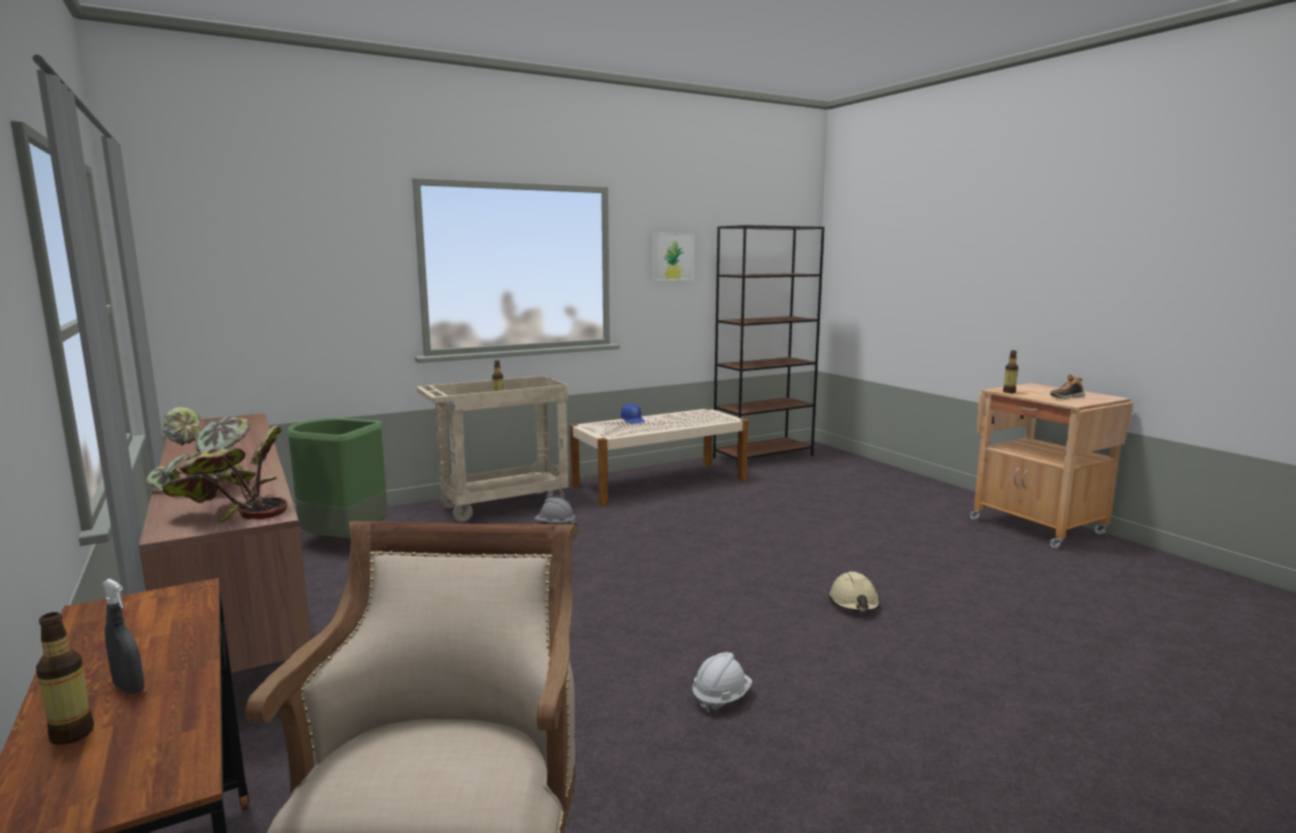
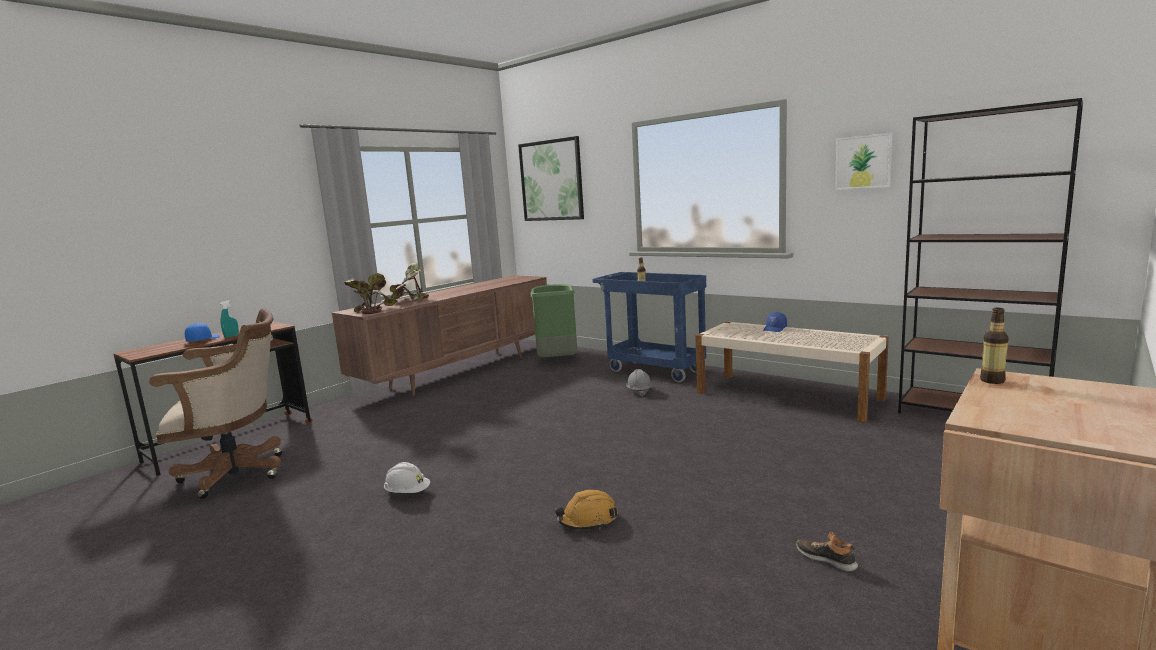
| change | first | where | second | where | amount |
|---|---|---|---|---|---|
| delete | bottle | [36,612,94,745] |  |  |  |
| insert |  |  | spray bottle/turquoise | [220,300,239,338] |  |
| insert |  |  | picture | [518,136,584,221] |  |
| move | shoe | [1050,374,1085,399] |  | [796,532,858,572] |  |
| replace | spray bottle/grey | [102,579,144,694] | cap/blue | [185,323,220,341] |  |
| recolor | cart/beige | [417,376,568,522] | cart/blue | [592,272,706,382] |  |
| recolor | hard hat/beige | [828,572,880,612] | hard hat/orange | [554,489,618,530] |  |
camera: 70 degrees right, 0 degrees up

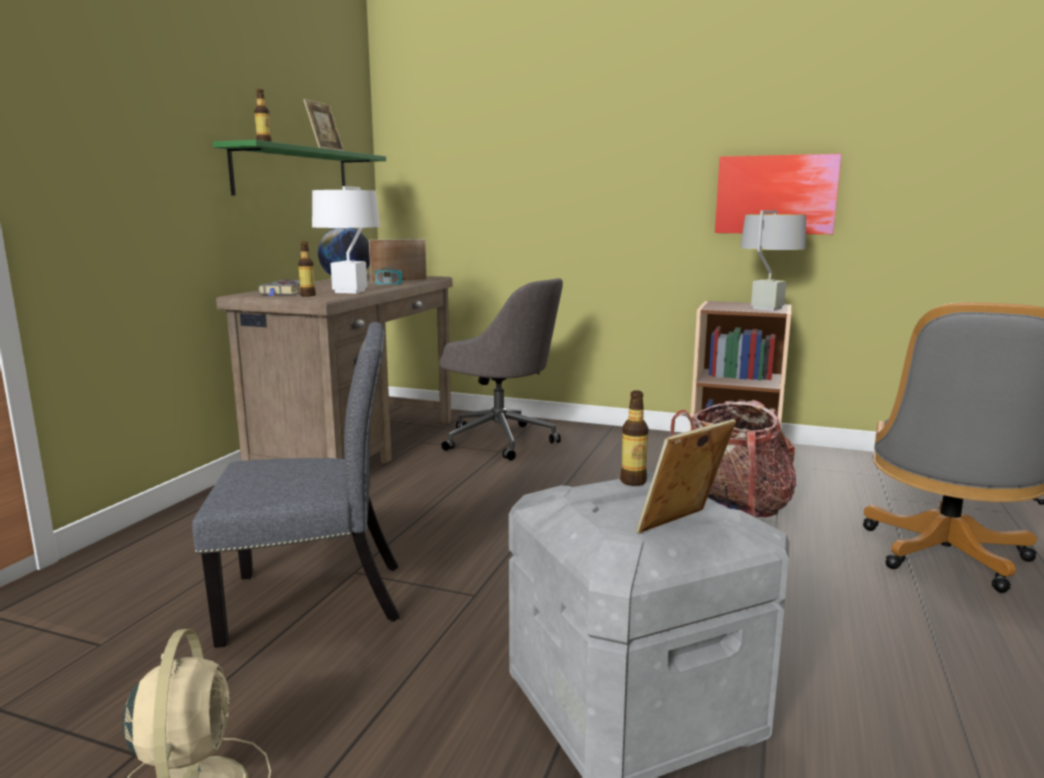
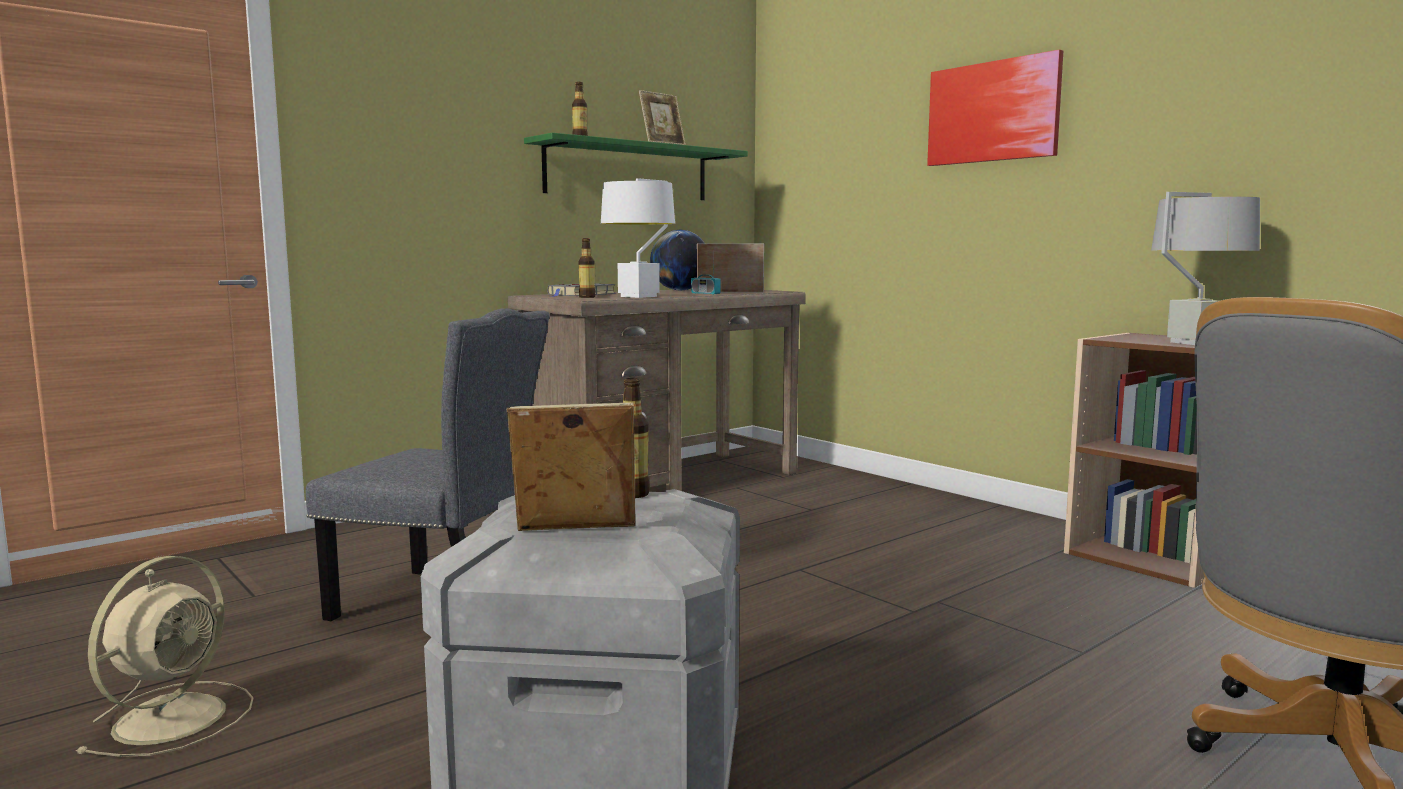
| change | first | where | second | where | amount |
|---|---|---|---|---|---|
| delete | office chair/grey | [439,278,563,461] |  |  |  |
| delete | backpack | [671,400,796,517] |  |  |  |
| move | picture | [715,154,841,234] |  | [927,49,1064,166] |  |
camera: 30 degrees right, 5 degrees down

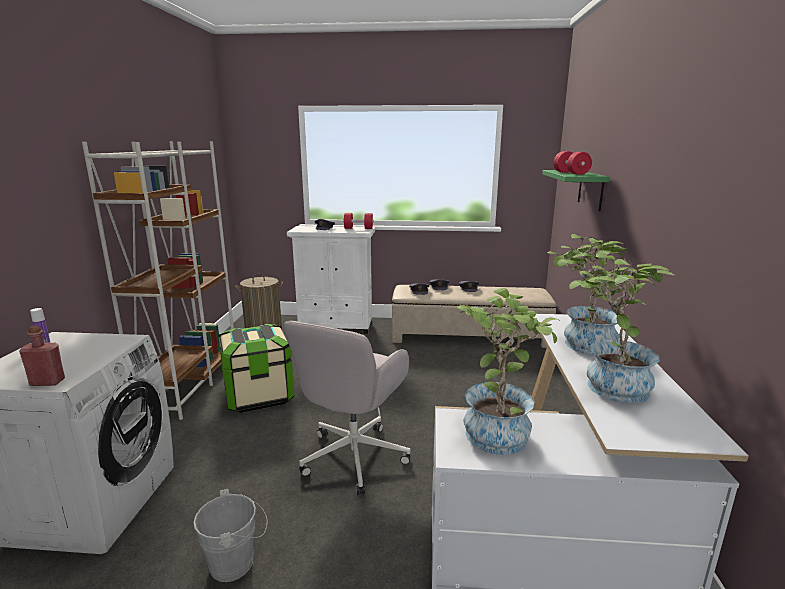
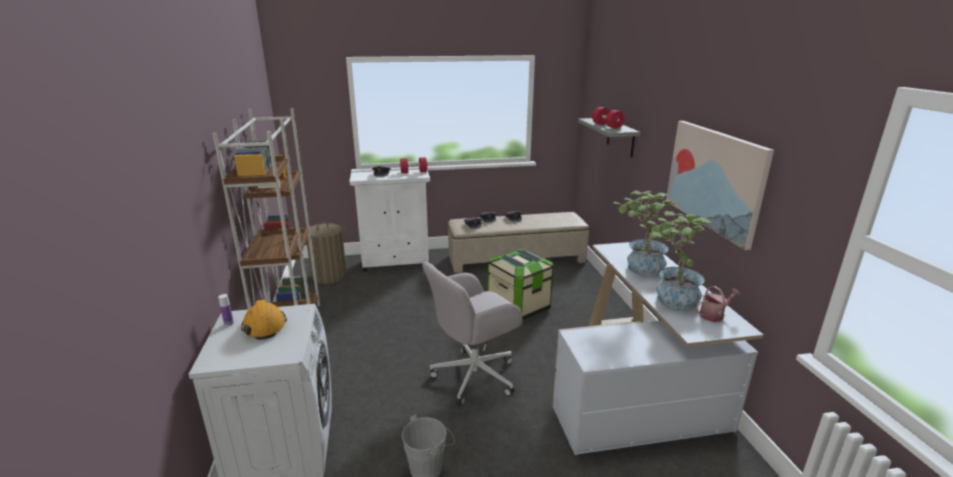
| change | first | where | second | where | amount |
|---|---|---|---|---|---|
| delete | bottle/red | [19,326,65,386] |  |  |  |
| delete | potted plant | [457,288,560,455] |  |  |  |
| insert |  |  | hard hat/orange | [241,298,287,340] |  |
| insert |  |  | picture | [666,121,774,250] |  |
| insert |  |  | watering can | [696,286,741,322] |  |
| move | storage box | [218,324,294,413] |  | [488,249,554,320] |  |
| recolor | shelf/green | [542,170,610,212] | shelf/grey | [578,118,640,157] |  |
| rotate | office chair/grey | [284,321,411,495] |  | [422,262,523,405] | 45 degrees clockwise |
camera: 15 degrees left, 5 degrees up

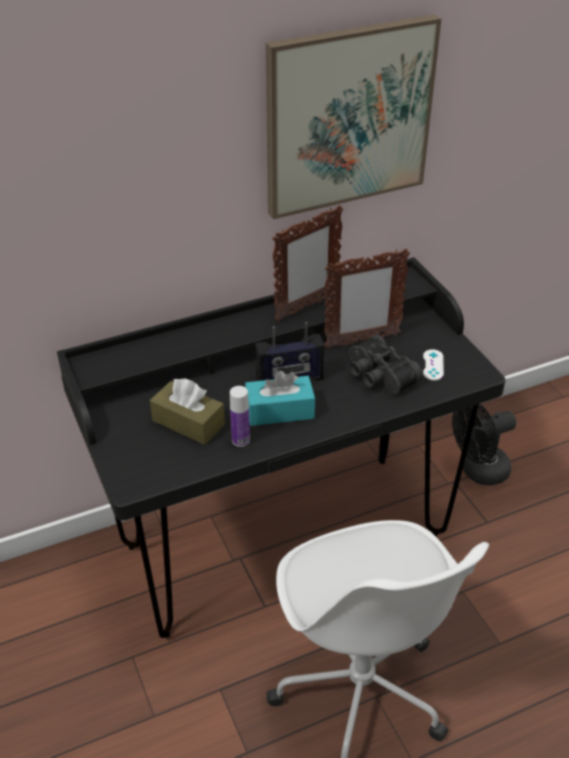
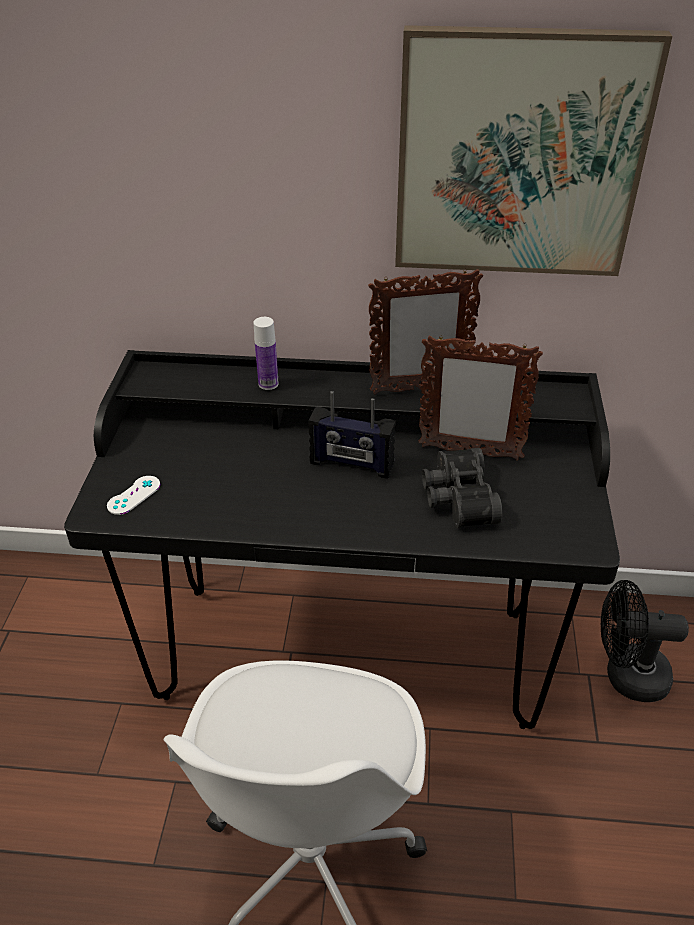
| change | first | where | second | where | amount |
|---|---|---|---|---|---|
| delete | tissue box/brown | [150,378,225,445] |  |  |  |
| delete | tissue box/turquoise | [245,370,315,426] |  |  |  |
| move | bottle | [230,386,250,447] |  | [253,317,279,390] |  |
| move | game controller/white | [423,349,444,380] |  | [107,476,160,515] |  |
camera: 30 degrees right, 0 degrees up

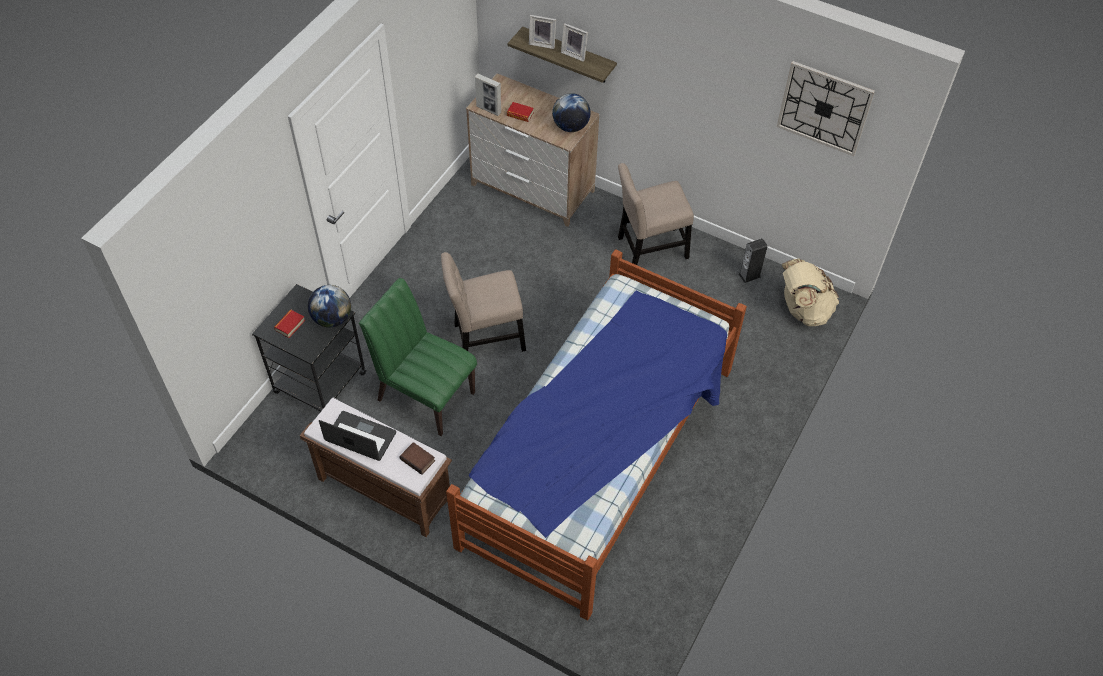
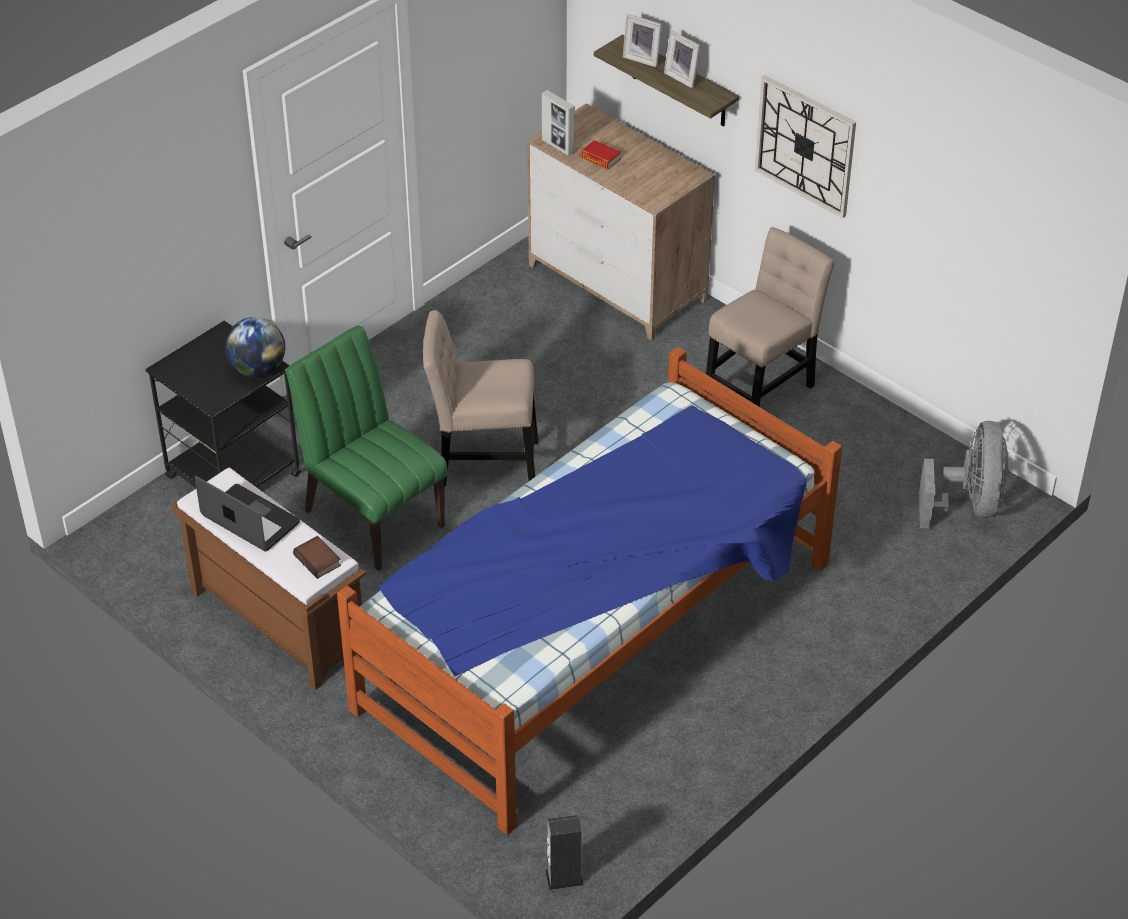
| change | first | where | second | where | amount |
|---|---|---|---|---|---|
| delete | book | [274,310,305,338] |  |  |  |
| delete | globe | [552,93,590,132] |  |  |  |
| move | speaker | [739,238,768,283] |  | [545,815,584,890] |  |
| move | wall clock | [777,61,875,156] |  | [755,75,856,218] |  |
| replace | backpack/beige | [782,258,839,326] | fan/grey | [919,421,1009,529] |  |
| rotate | chair/beige | [618,163,694,265] |  | [704,227,835,423] | 135 degrees clockwise |
camera: 15 degrees right, 10 degrees down

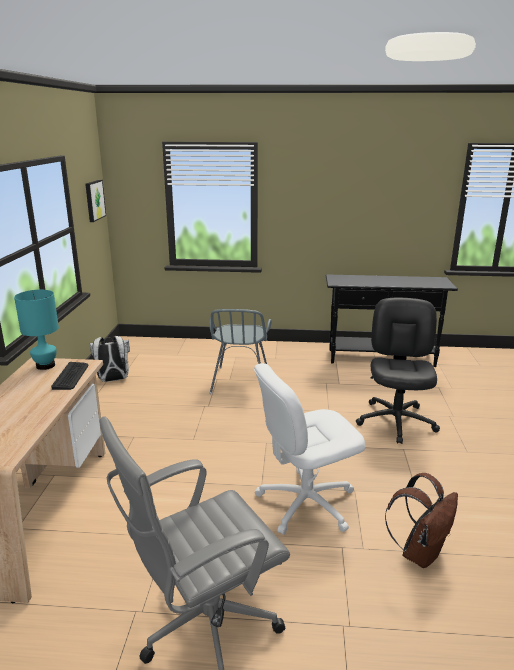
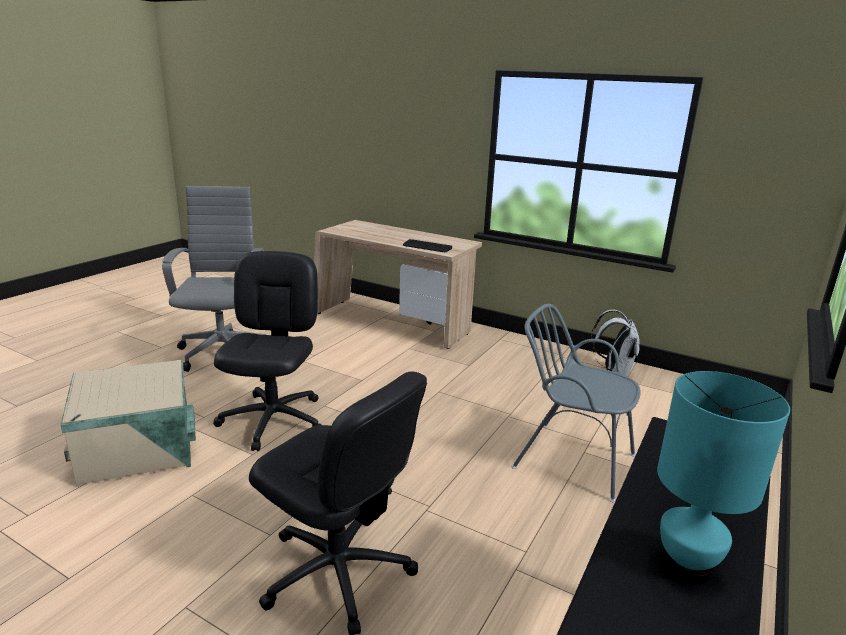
| change | first | where | second | where | amount |
|---|---|---|---|---|---|
| delete | picture | [85,180,106,222] |  |  |  |
| move | table lamp/turquoise | [14,290,59,370] |  | [657,371,790,584] |  |
| replace | backpack/brown | [385,473,458,568] | storage box/beige | [60,360,196,487] |  |
| recolor | office chair/white | [254,363,366,535] | office chair/black | [213,251,322,451] |  |
camera: 115 degrees right, 0 degrees up

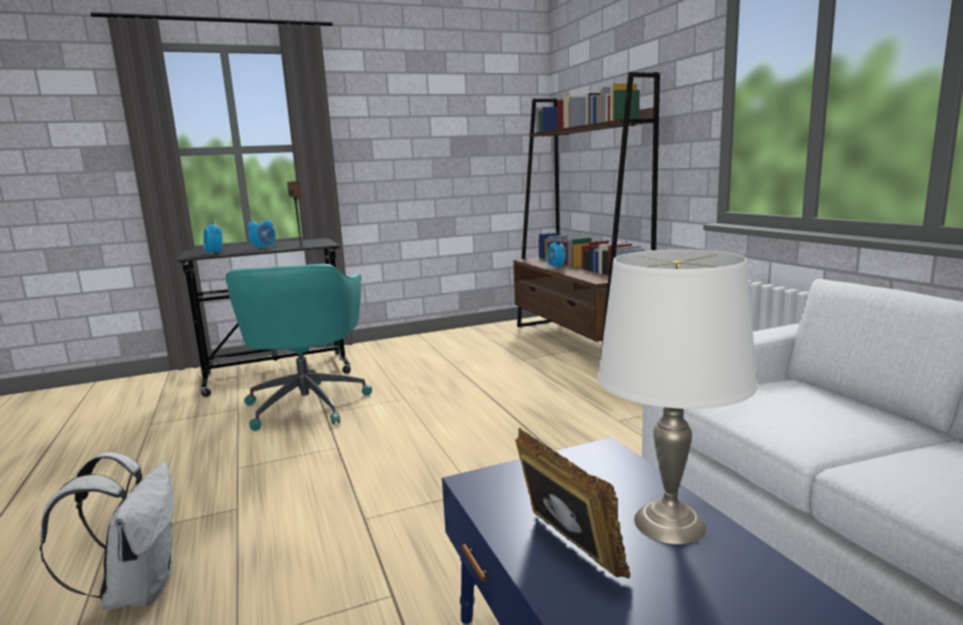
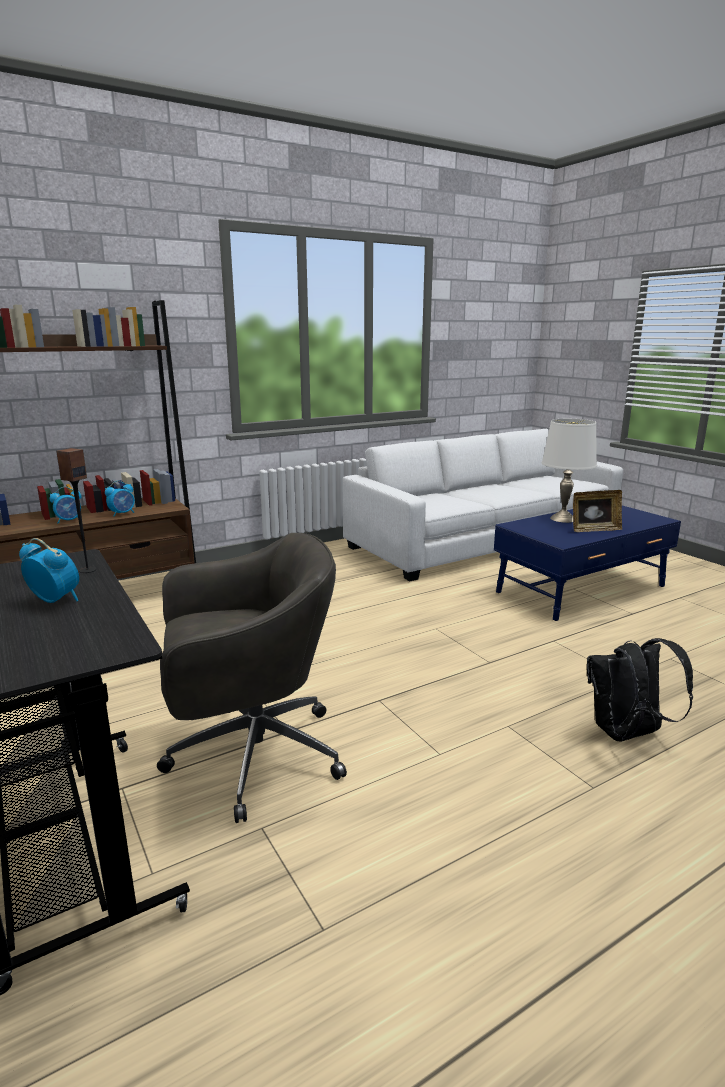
| change | first | where | second | where | amount |
|---|---|---|---|---|---|
| move | alarm clock | [203,220,222,255] |  | [105,481,135,517] |  |
| recolor | backpack/white | [39,452,174,610] | backpack/black | [587,638,693,741] |  |
| recolor | office chair/turquoise | [226,264,372,431] | office chair/grey | [157,533,347,823] |  |
| rotate | picture frame | [515,428,630,579] |  | [573,490,622,532] | 150 degrees counterclockwise |
camera: 100 degrees left, 5 degrees up

